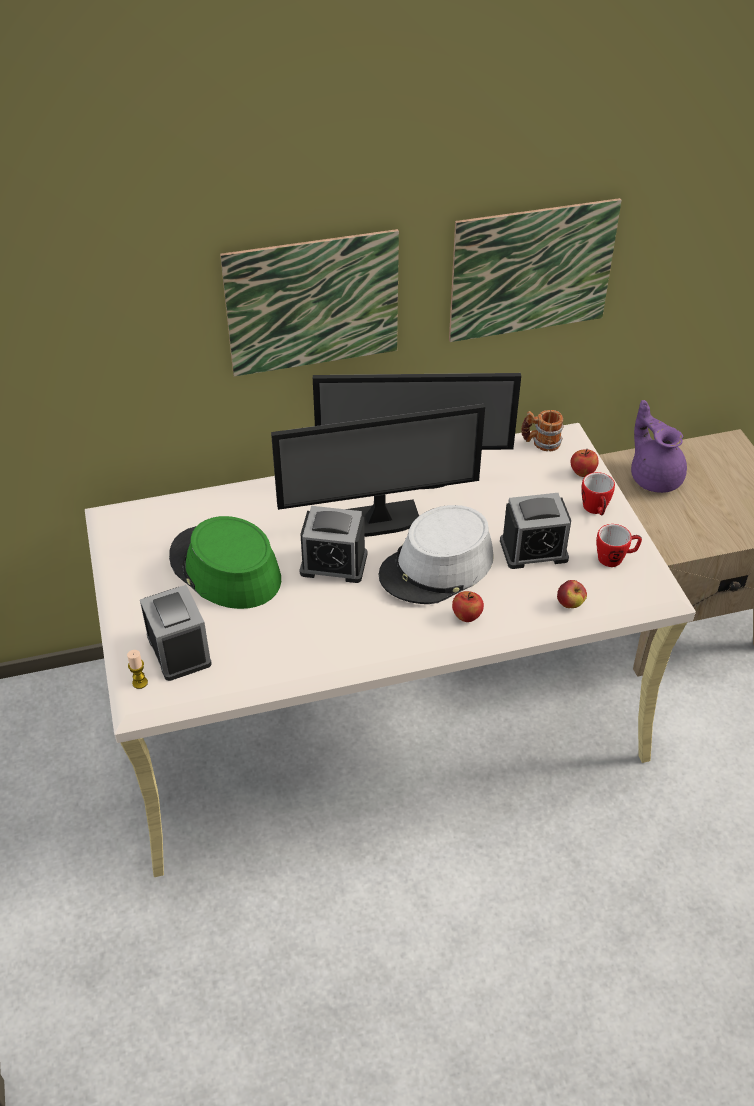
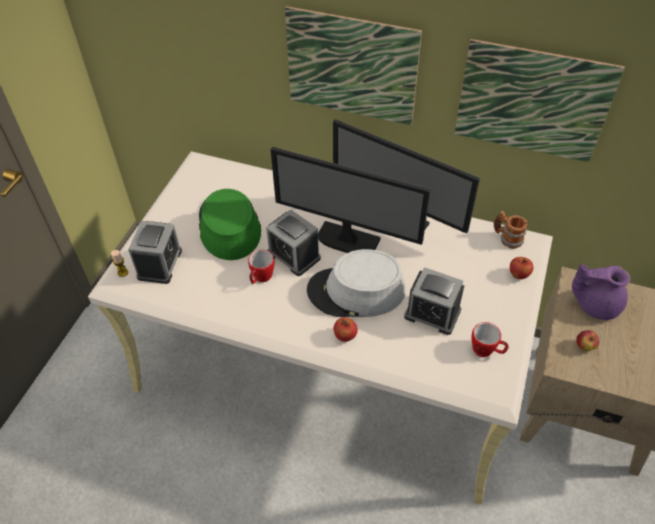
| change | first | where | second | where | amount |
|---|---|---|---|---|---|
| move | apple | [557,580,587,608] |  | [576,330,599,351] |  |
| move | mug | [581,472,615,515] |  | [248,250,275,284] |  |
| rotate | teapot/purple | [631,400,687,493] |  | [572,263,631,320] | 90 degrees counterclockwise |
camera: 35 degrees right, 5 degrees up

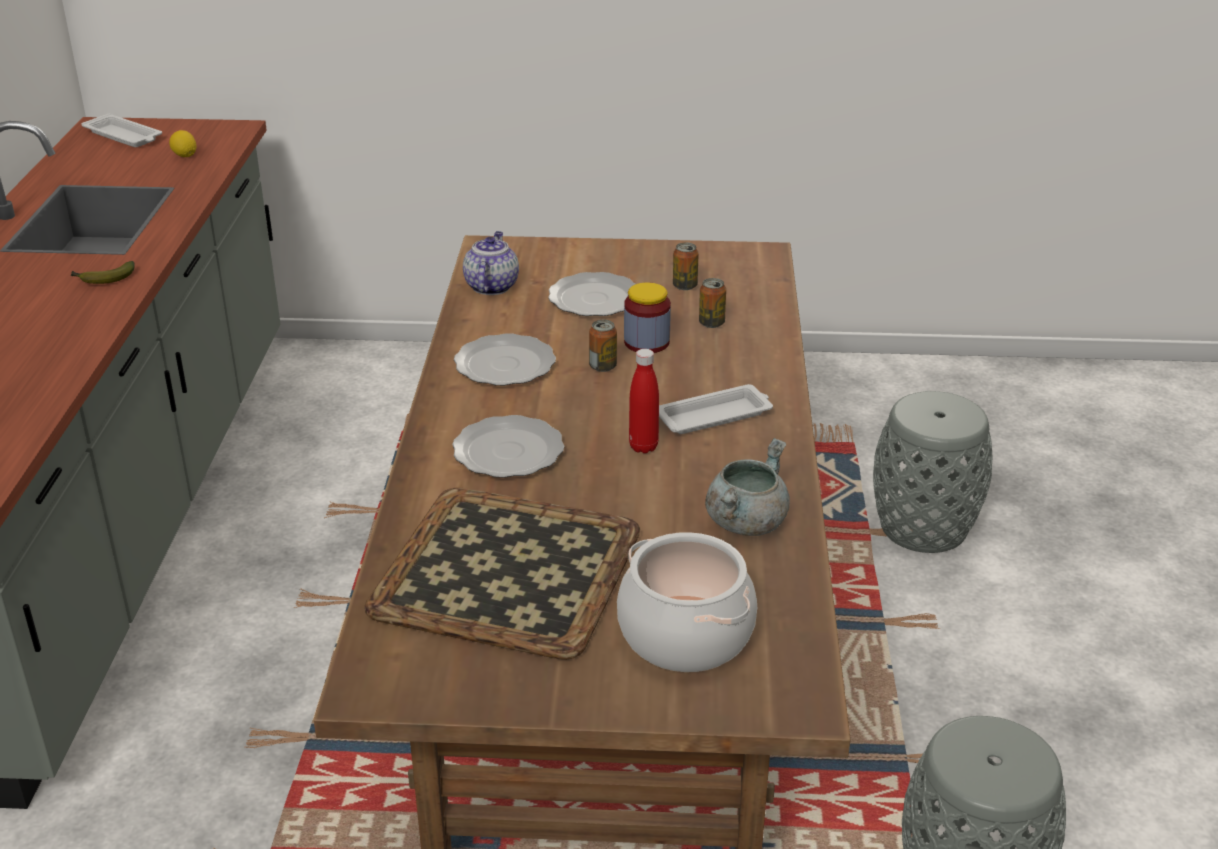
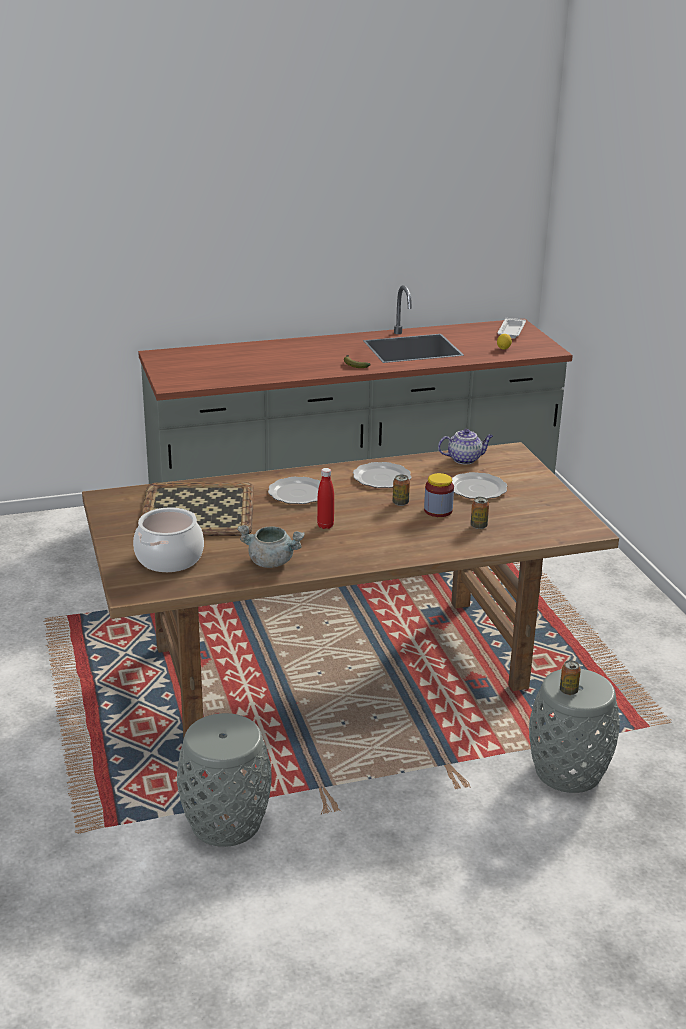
| change | first | where | second | where | amount |
|---|---|---|---|---|---|
| delete | tray/white | [659,384,773,434] |  |  |  |
| move | can | [673,242,699,290] |  | [560,660,581,695] |  |
camera: 70 degrees right, 5 degrees down

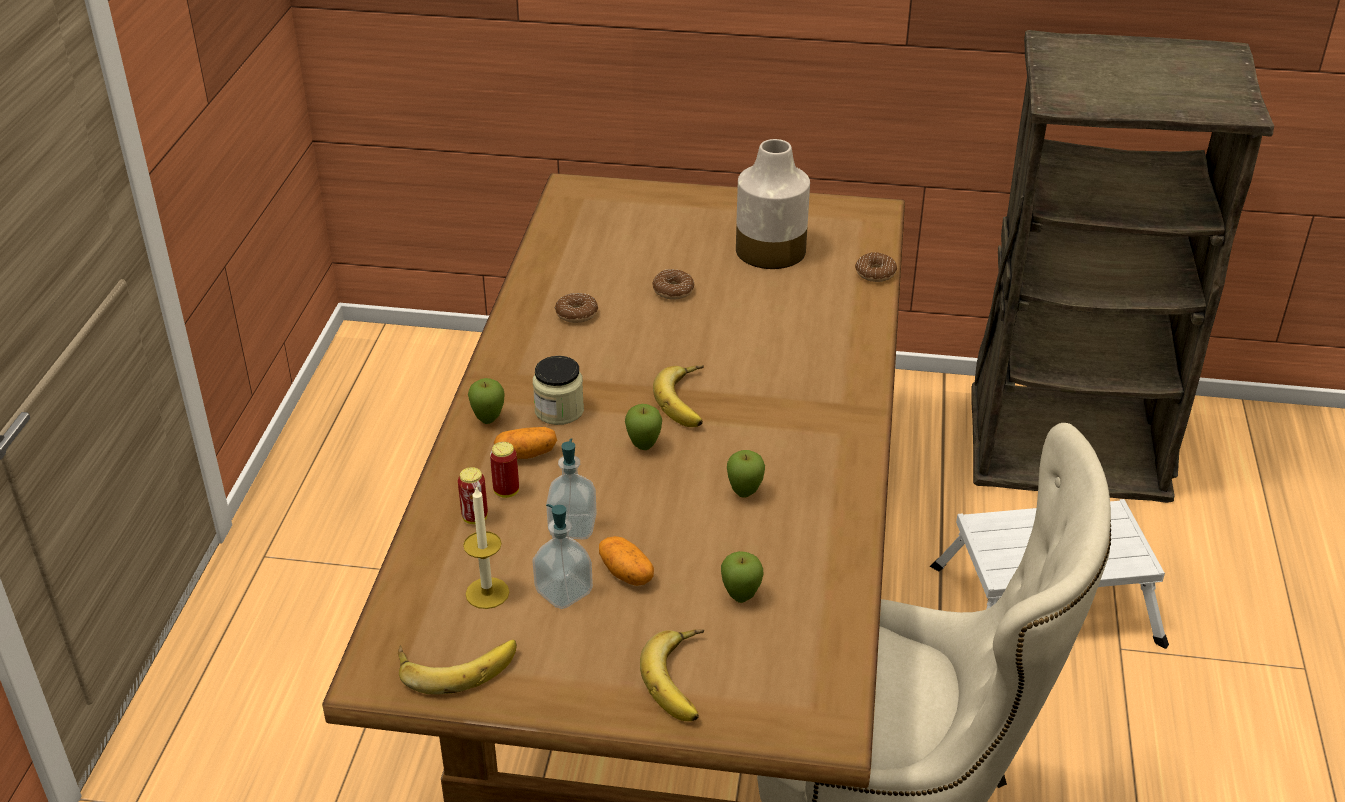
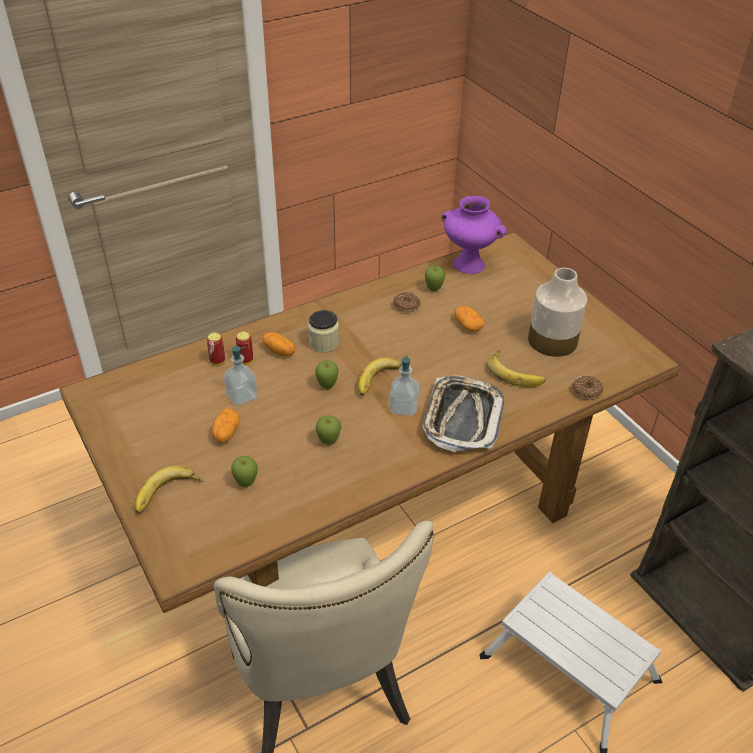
| change | first | where | second | where | amount |
|---|---|---|---|---|---|
| delete | candle | [463,486,509,609] |  |  |  |
| insert |  |  | tray | [422,375,504,452] |  |
| insert |  |  | vase/purple | [441,196,507,274] |  |
| move | banana | [398,640,517,695] |  | [487,349,546,387] |  |
| move | apple | [468,378,505,424] |  | [425,266,445,291] |  |
| move | soap dispenser | [532,504,593,609] |  | [389,355,419,416] |  |
| replace | donut | [652,269,695,300] | potato | [455,306,484,332] |  |
camera: 50 degrees right, 5 degrees up

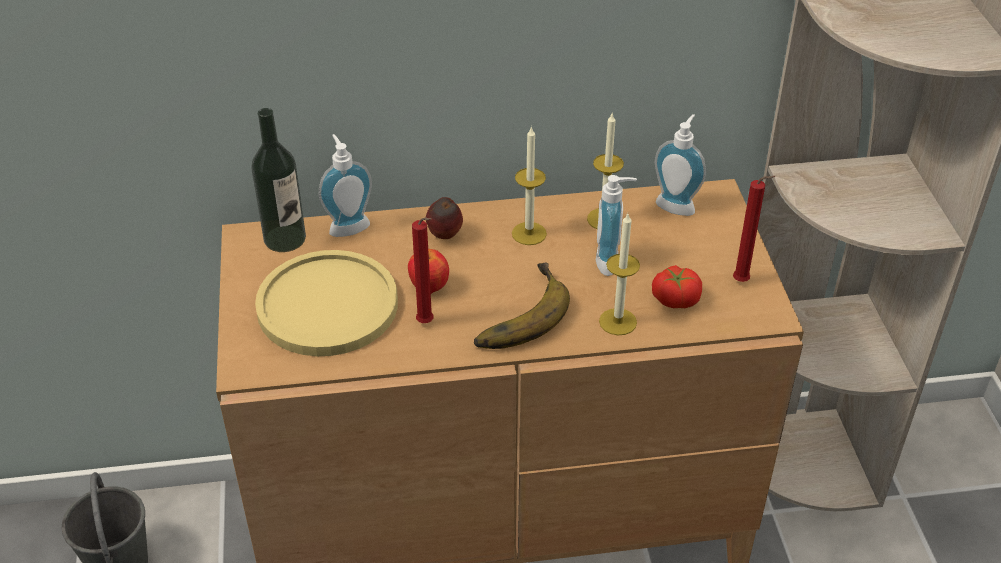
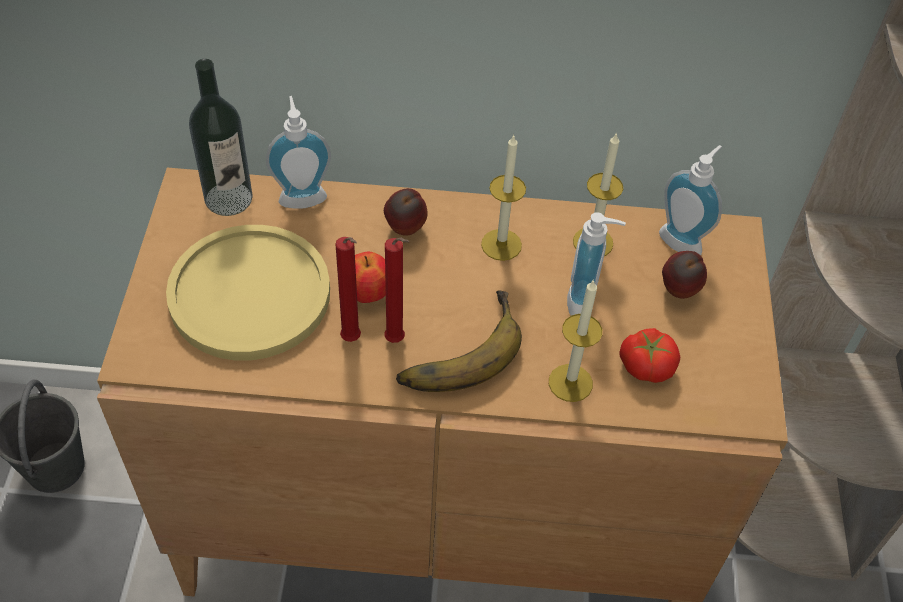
| change | first | where | second | where | amount |
|---|---|---|---|---|---|
| insert |  |  | apple | [662,251,707,299] |  |
| move | candle/red | [733,176,776,282] |  | [384,238,409,343] |  |
camera: 10 degrees right, 10 degrees up

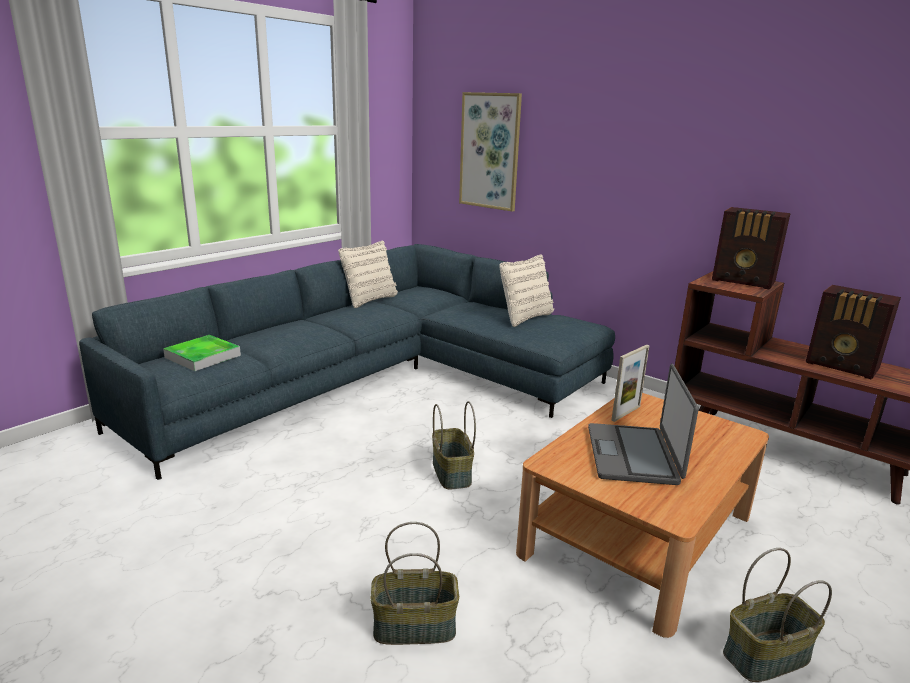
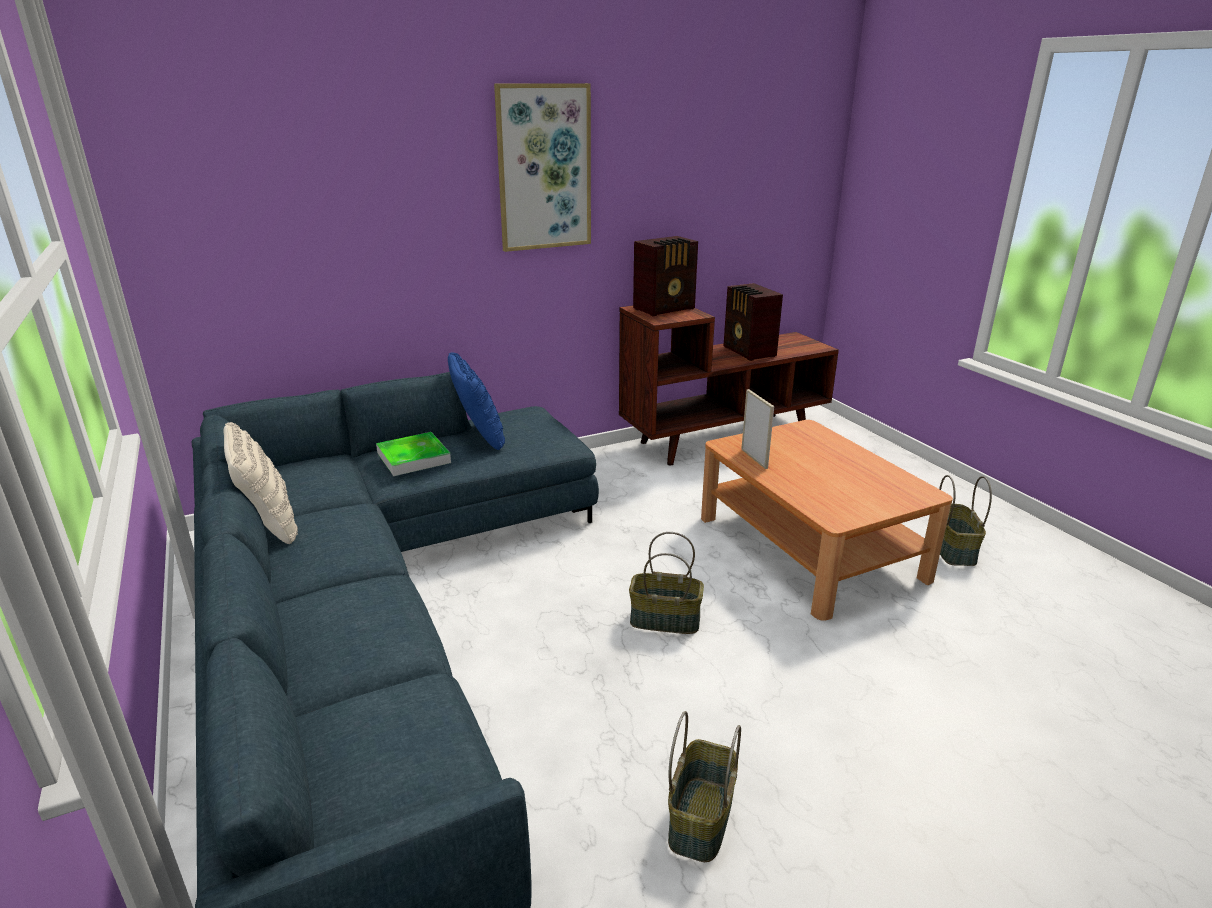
| change | first | where | second | where | amount |
|---|---|---|---|---|---|
| delete | laptop | [588,364,699,485] |  |  |  |
| move | tray | [163,335,241,371] |  | [376,432,451,476] |  |
| move | basket | [371,522,459,645] |  | [668,711,741,862] |  |
| move | picture | [459,92,522,212] |  | [494,83,591,252] |  |
| recolor | pillow/beige | [499,254,555,327] | pillow/blue | [448,352,505,450] |  |
| rotate | radio | [806,285,901,379] |  | [723,283,783,361] | 90 degrees clockwise |
camera: 65 degrees left, 5 degrees up

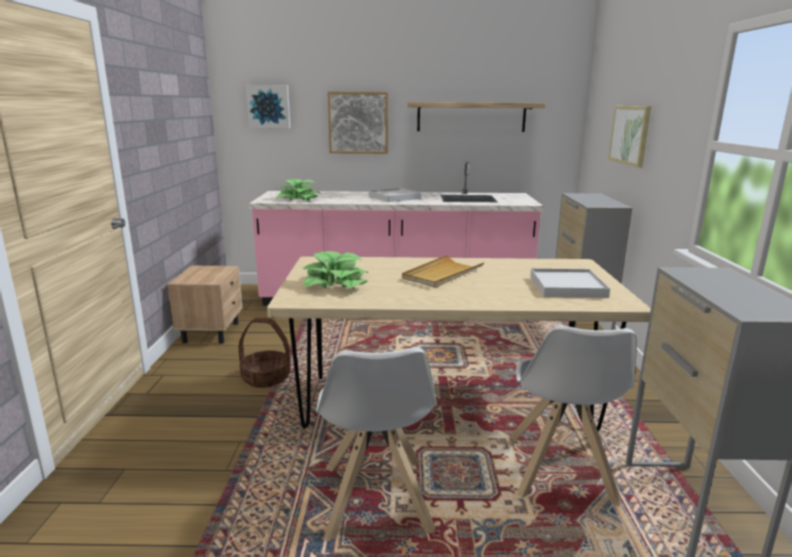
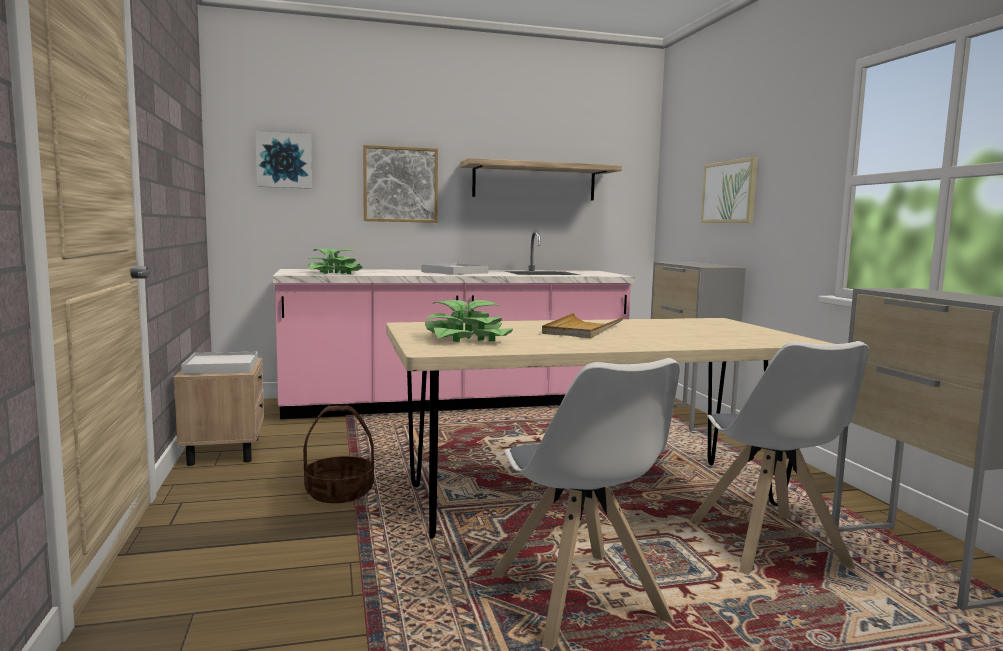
| change | first | where | second | where | amount |
|---|---|---|---|---|---|
| move | tray/white | [530,268,610,298] |  | [181,352,258,374] |  |
camera: 15 degrees left, 10 degrees down

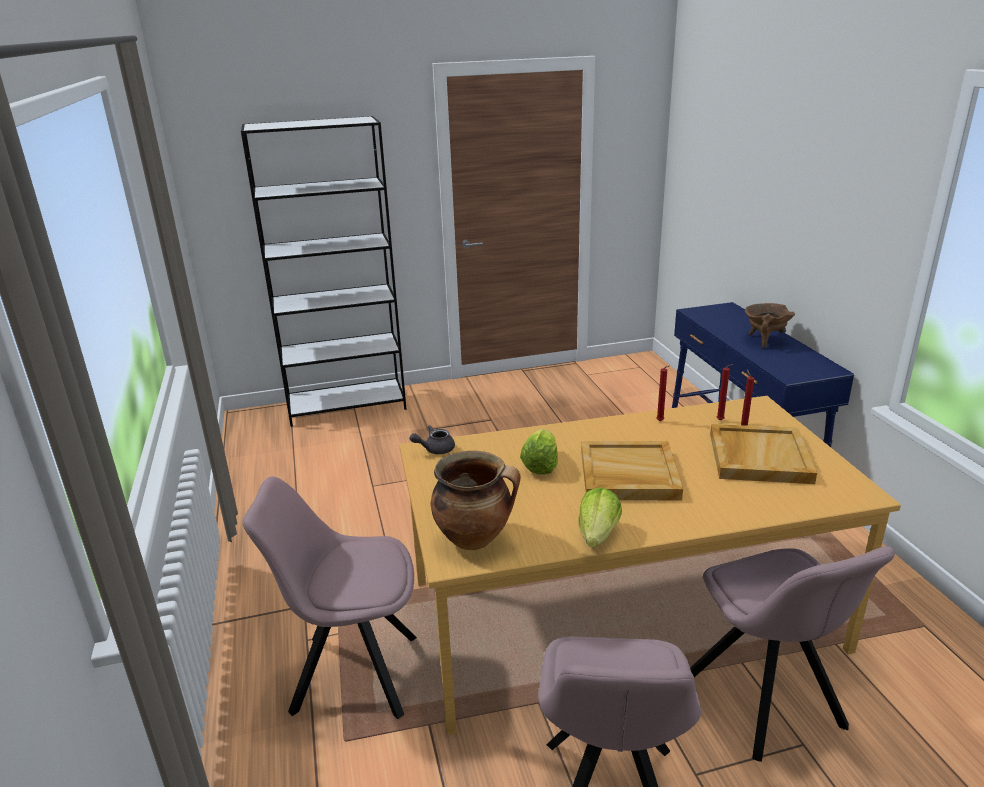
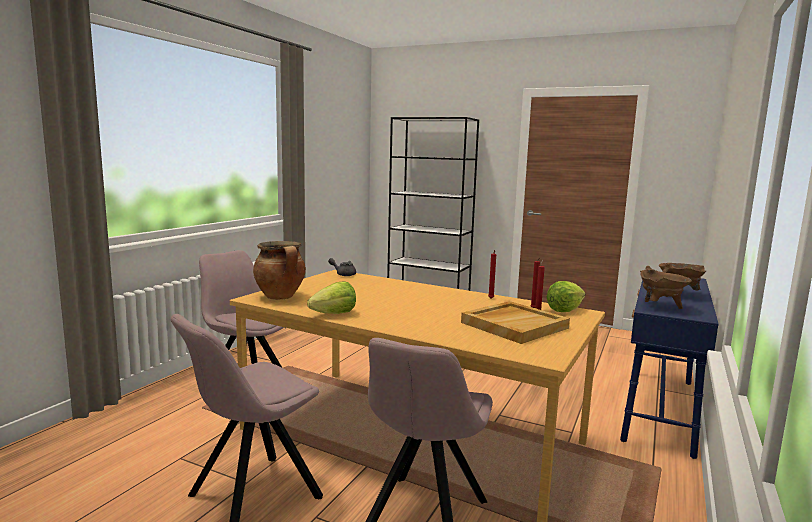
| change | first | where | second | where | amount |
|---|---|---|---|---|---|
| delete | tray/beige | [581,441,683,500] |  |  |  |
| insert |  |  | cooking pot/brown | [640,266,692,309] |  |
| move | lettuce | [520,429,558,475] |  | [547,281,585,312] |  |
camera: 40 degrees right, 15 degrees down

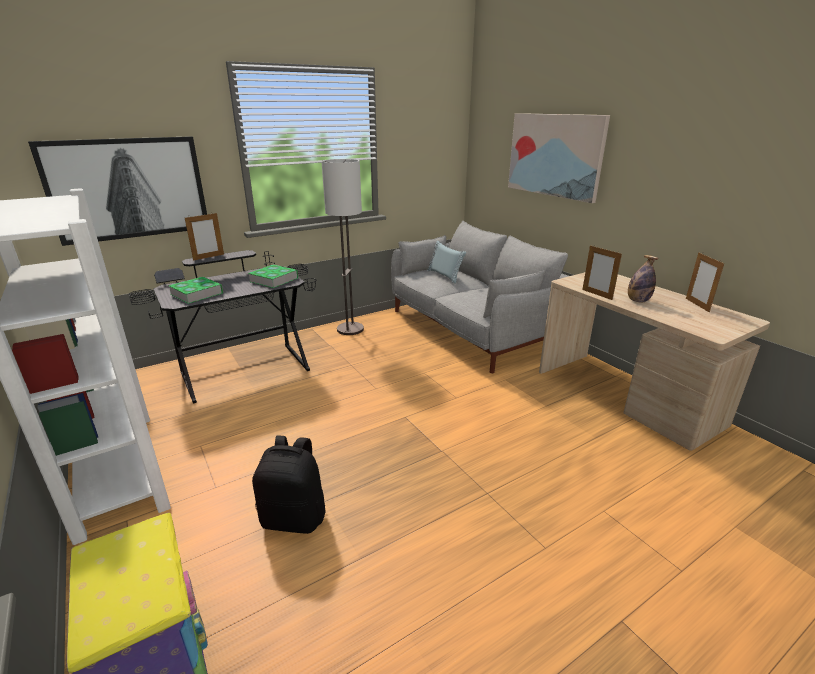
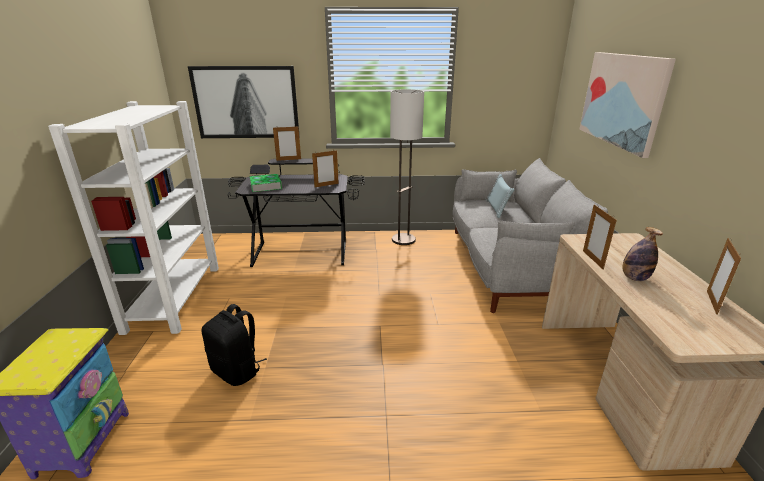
| change | first | where | second | where | amount |
|---|---|---|---|---|---|
| replace | book | [248,264,299,288] | picture frame | [312,150,339,187] |  |
camera: 30 degrees right, 0 degrees up

